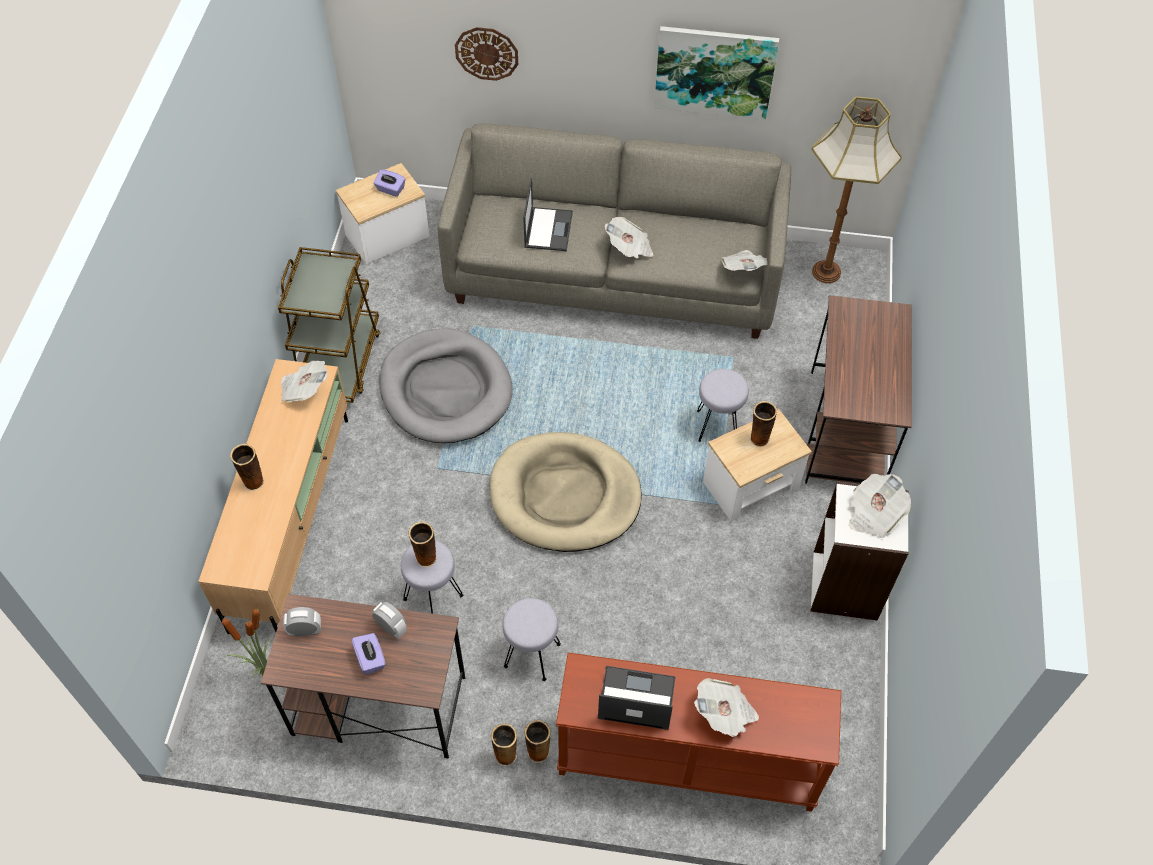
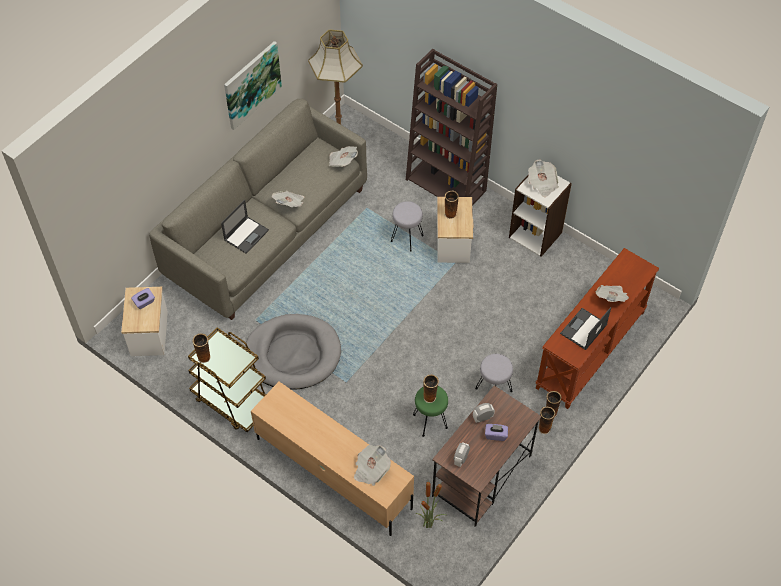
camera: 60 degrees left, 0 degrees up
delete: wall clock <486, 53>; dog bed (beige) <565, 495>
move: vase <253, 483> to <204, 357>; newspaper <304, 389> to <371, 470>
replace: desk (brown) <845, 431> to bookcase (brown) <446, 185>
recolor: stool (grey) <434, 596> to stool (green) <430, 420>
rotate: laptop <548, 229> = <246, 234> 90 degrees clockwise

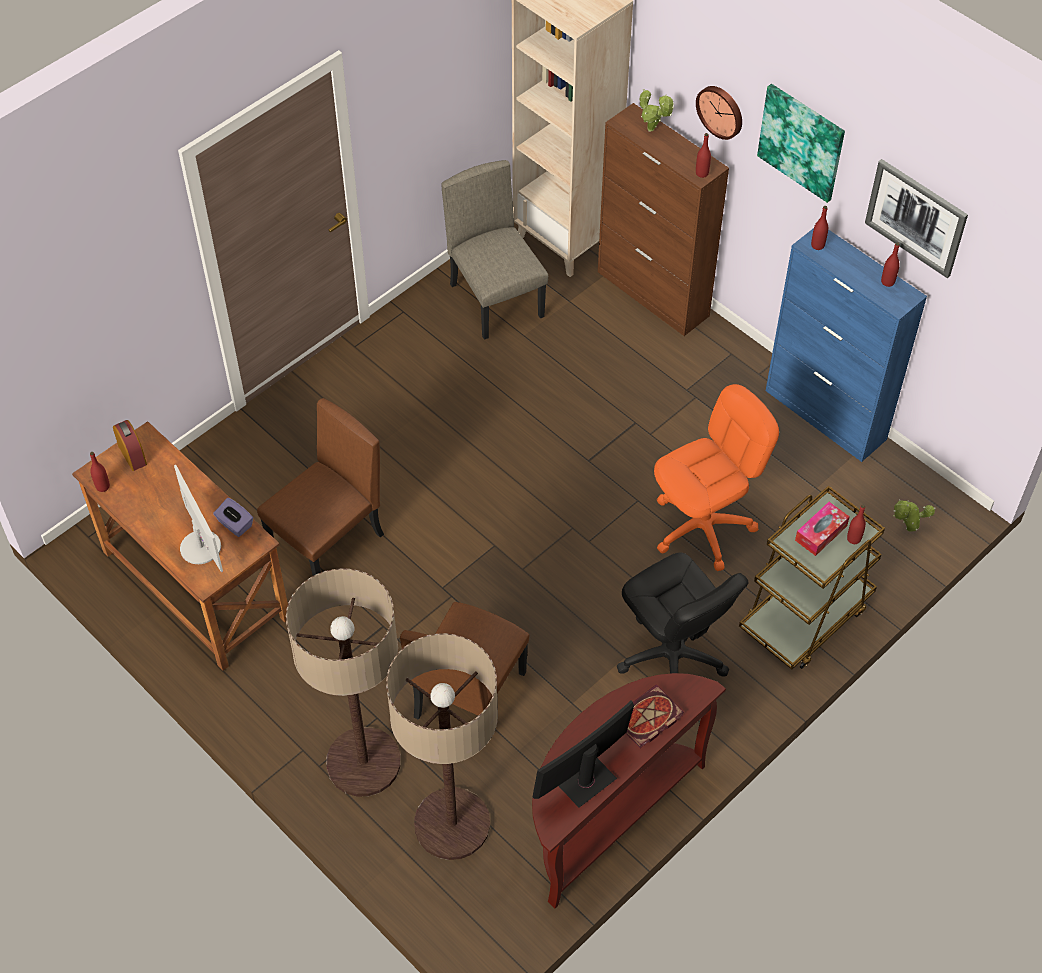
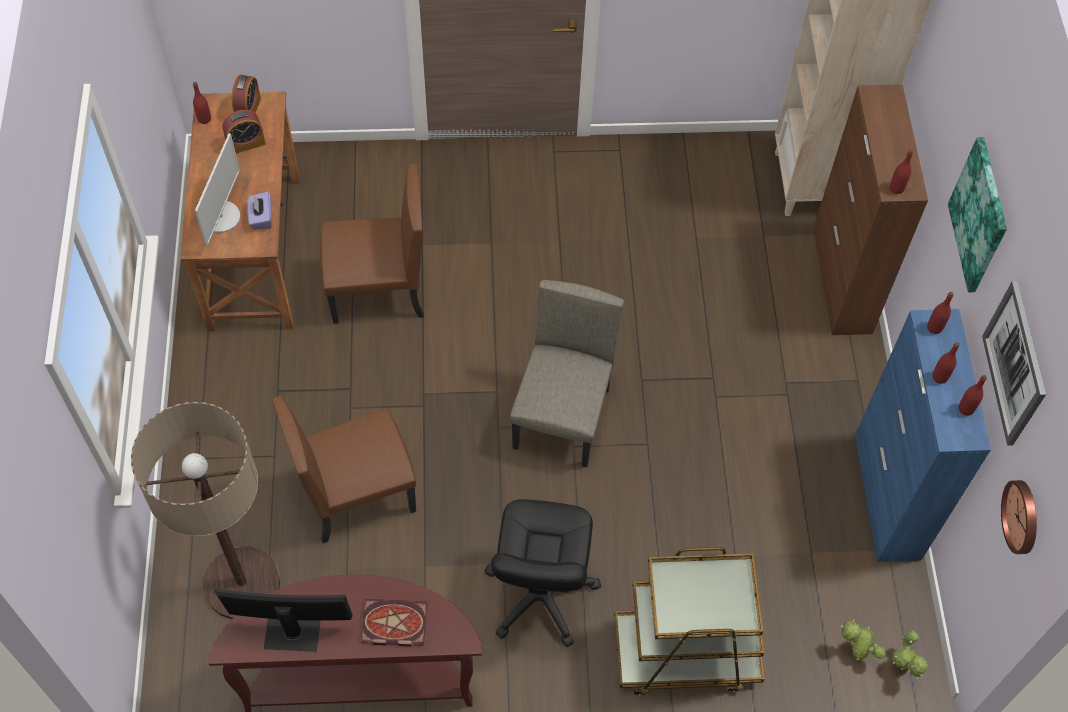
camera: 40 degrees right, 5 degrees up
delete: floor lamp <363, 762>; office chair (orange) <703, 527>; tissue box <821, 533>
insert: alarm clock <246, 144>
move: chair (beige) <497, 300> to <563, 418>; potted plant <653, 130> to <902, 667>; wall clock <721, 111> to <1023, 517>; bottle (red) <854, 539> to <939, 377>

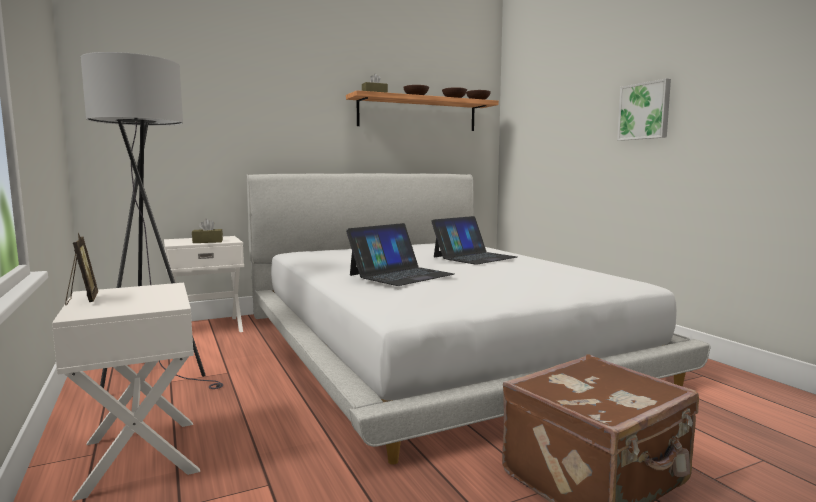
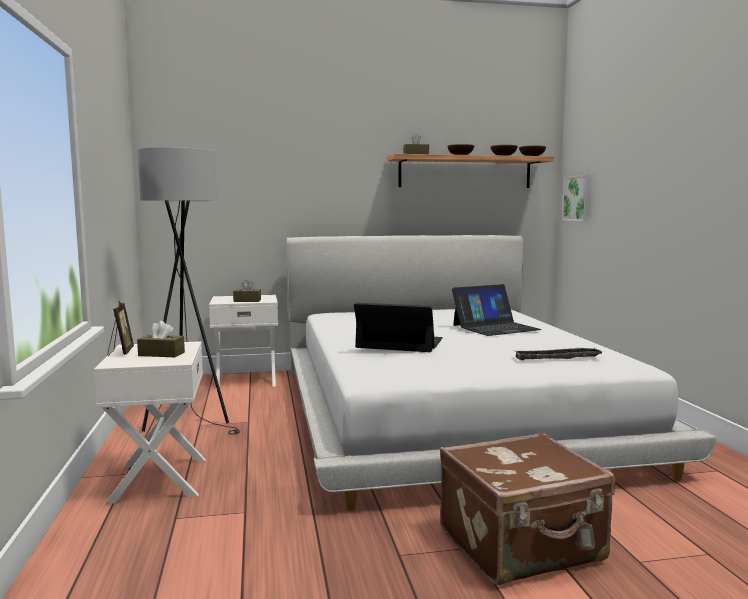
camera: 15 degrees right, 0 degrees up
insert: tissue box (brown) <161, 354>; tray <557, 358>
move: picture <645, 111> to <578, 198>
rotate: laptop <401, 274> = <400, 343> 135 degrees counterclockwise

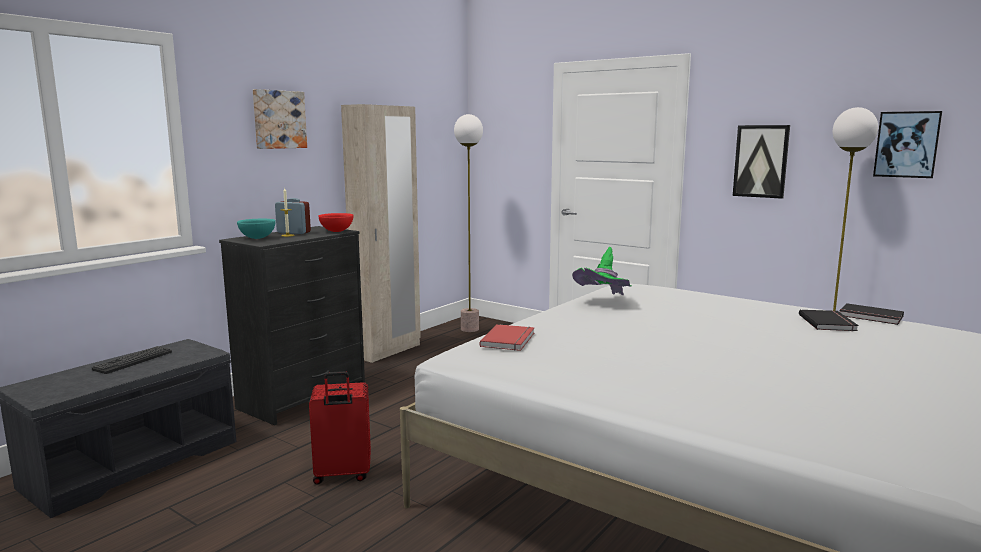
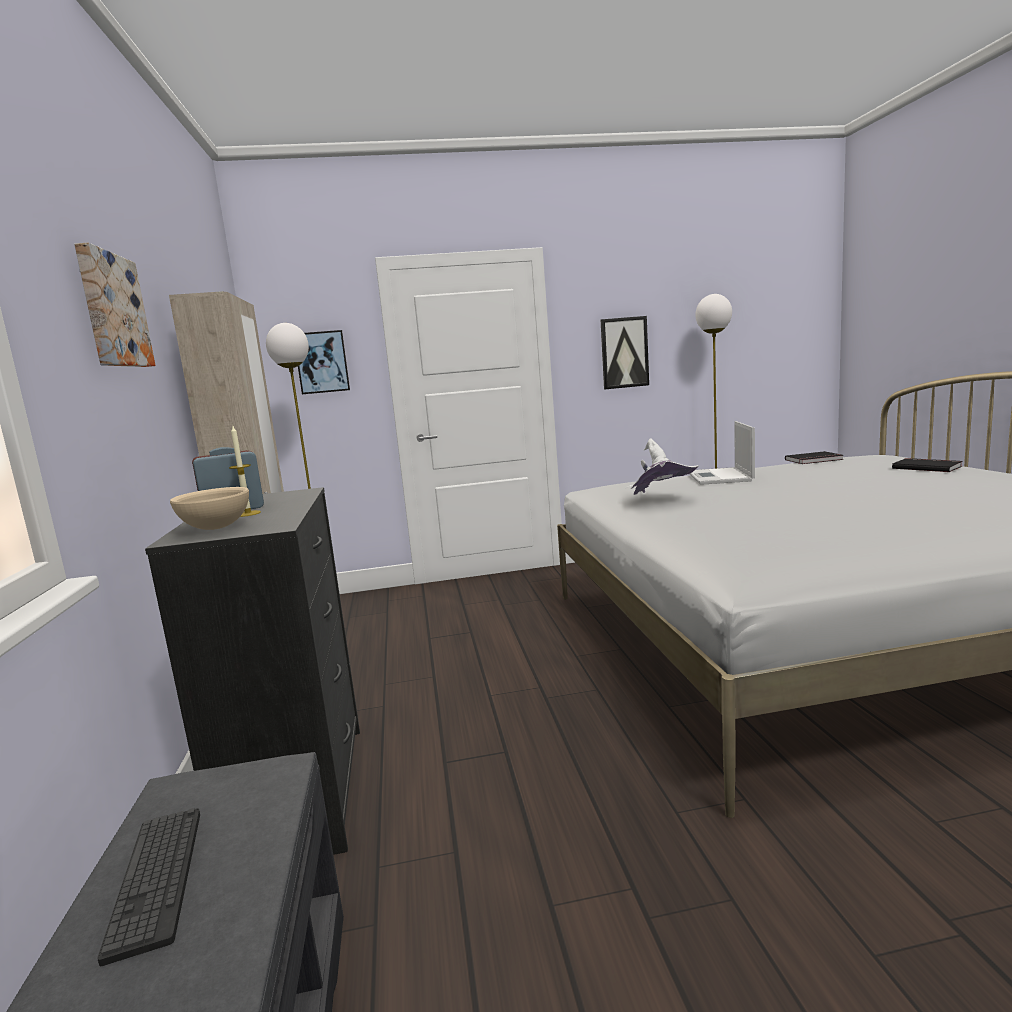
camera: 45 degrees left, 0 degrees up
delete: suitcase (red) <342, 475>; bowl (red) <336, 231>; book (red) <510, 340>
insert: laptop <720, 477>
move: book (black) <829, 322> to <927, 467>; picture <906, 144> to <322, 362>
recolor: bowl (turquoise) <257, 238> to bowl (beige) <216, 527>; hat (green) <604, 303> to hat (white) <660, 501>

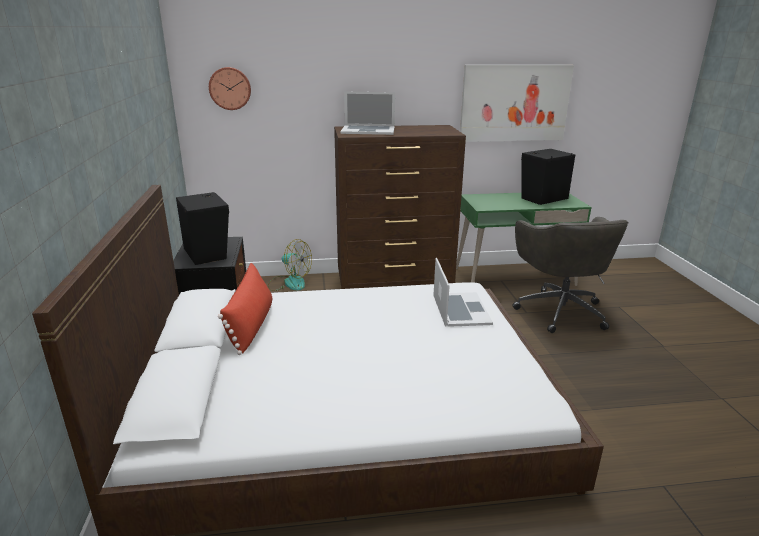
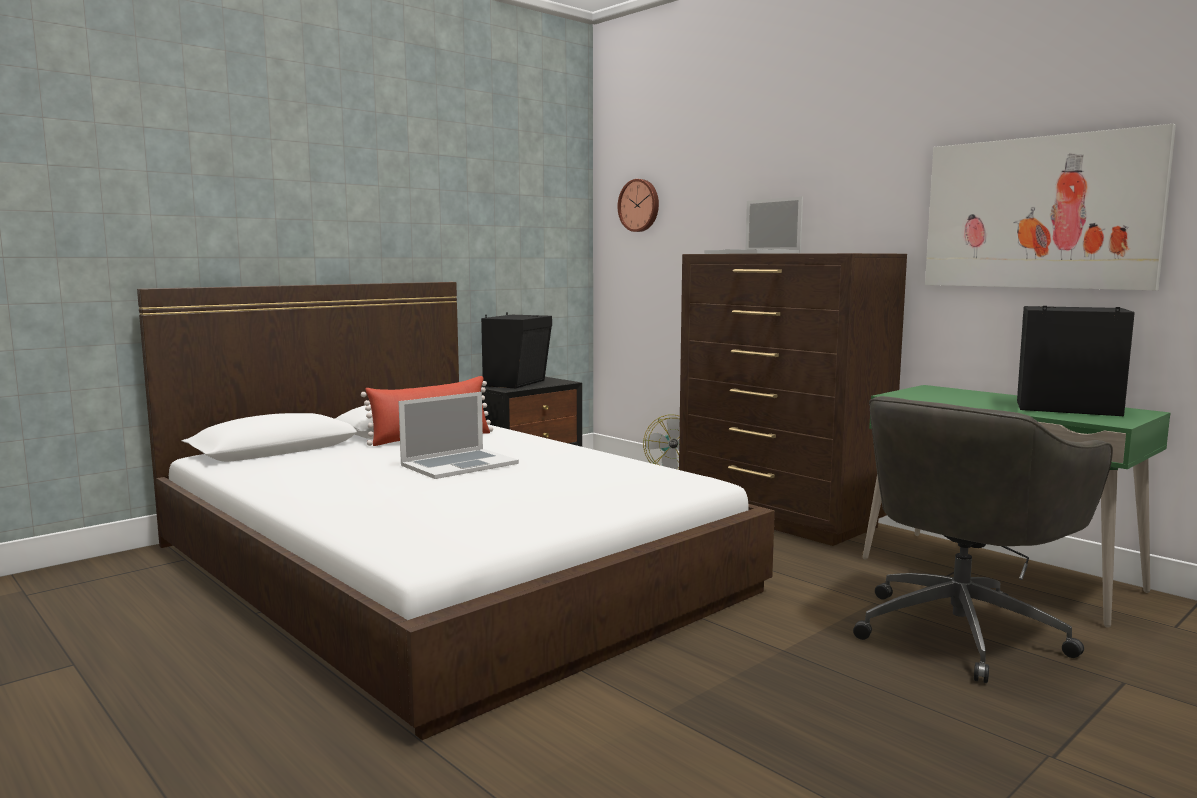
camera: 55 degrees right, 15 degrees down
move: laptop <460, 309> to <459, 464>

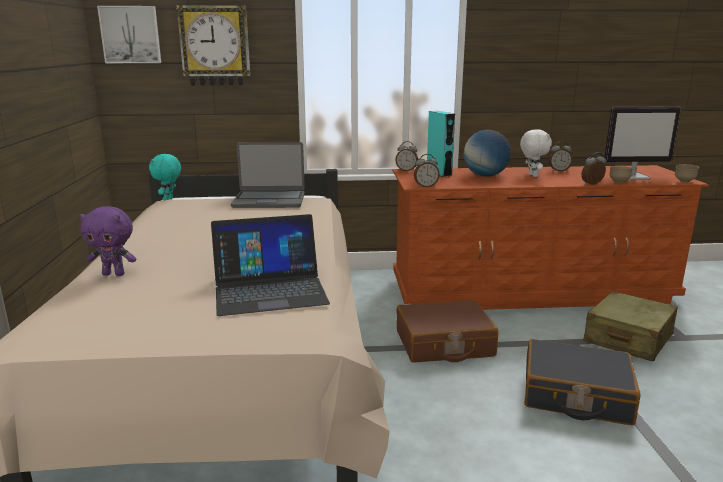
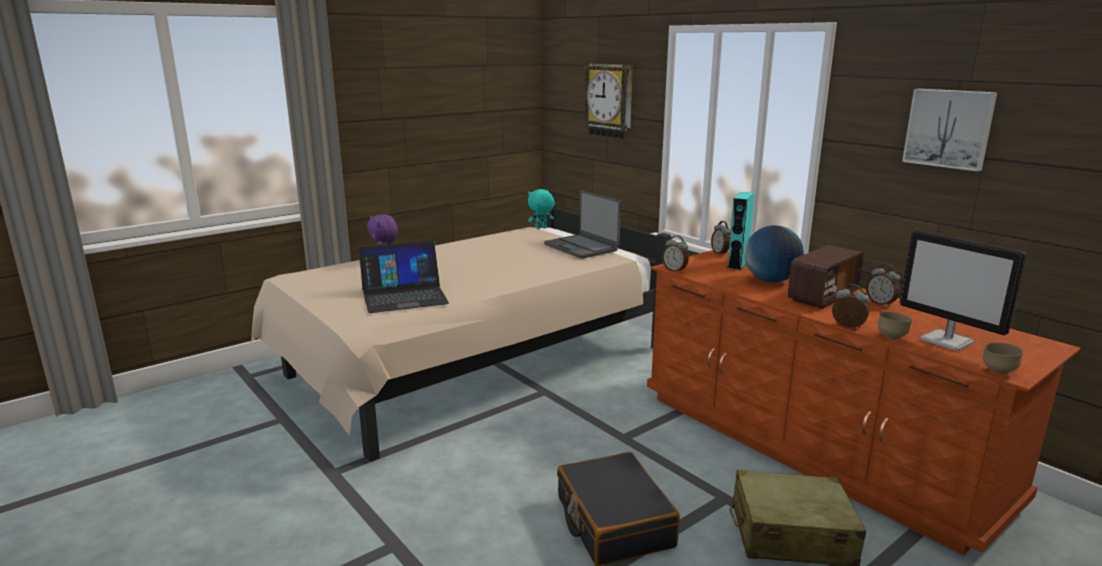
camera: 55 degrees right, 0 degrees up
delete: suitcase (brown) <444, 344>
move: picture <131, 35> to <949, 128>
replace: plush toy (white) <532, 175> to radio <822, 296>
rotate: laptop <269, 290> = <404, 296> 60 degrees counterclockwise

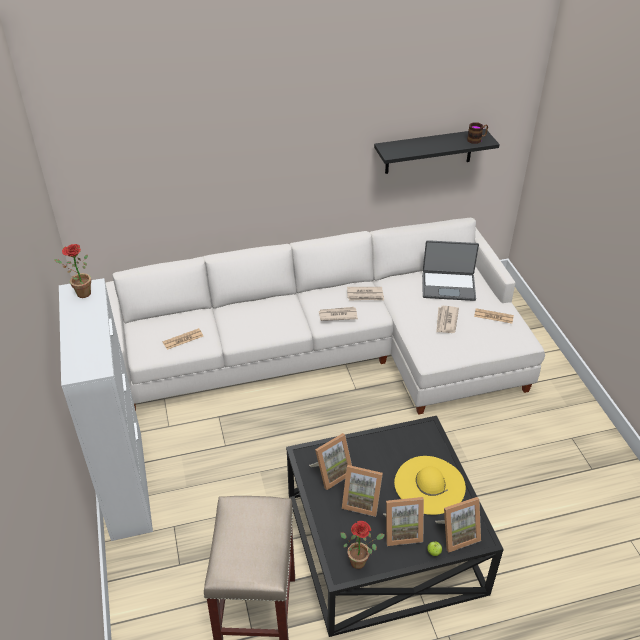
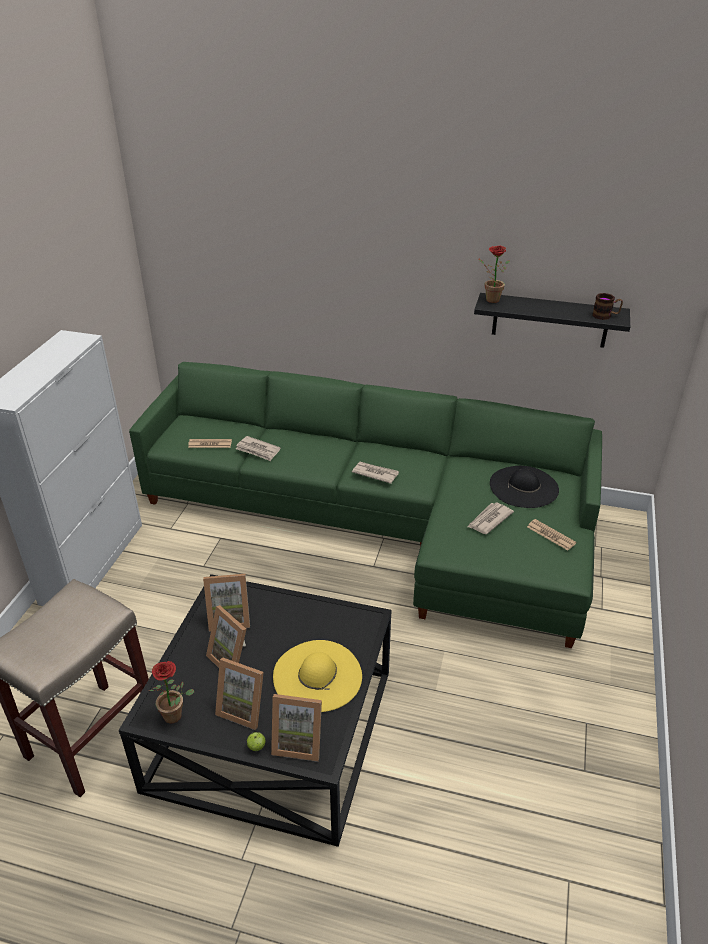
camera: 30 degrees right, 5 degrees down
move: potted plant <80, 293> to <489, 299>; newspaper <365, 295> to <258, 450>
replace: laptop <448, 286> to hat (black) <523, 486>
recolor: sofa (white) <336, 350> to sofa (green) <385, 521>

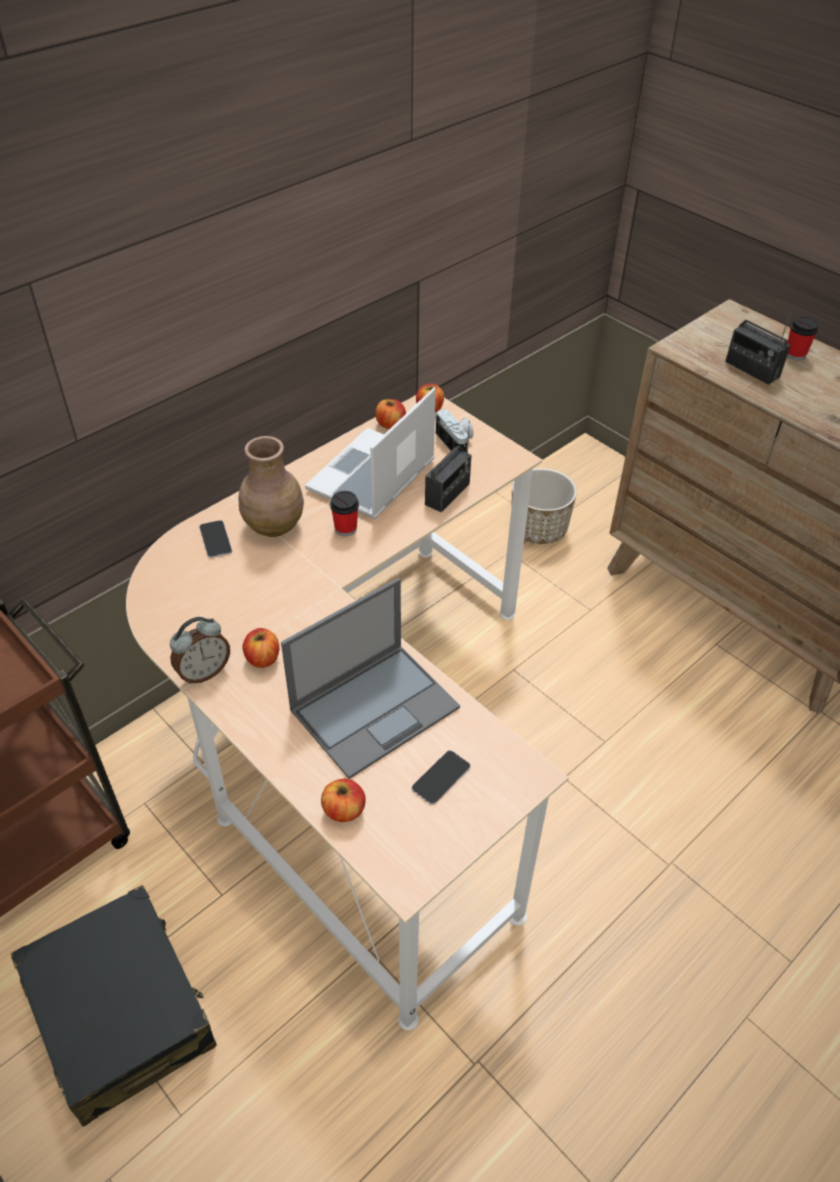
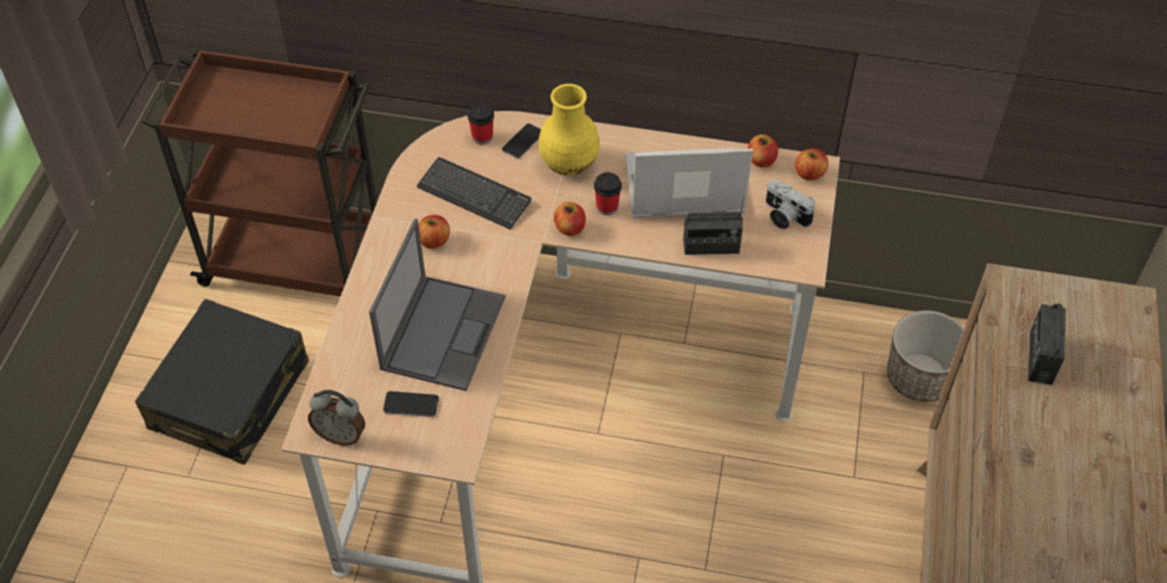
camera: 55 degrees right, 5 degrees up
insert: keyboard <474, 195>
move: alarm clock <204, 672> to <341, 435>; apple <344, 810> to <570, 228>; cup <795, 355> to <482, 137>
recolor: vase (brown) <274, 525> to vase (yellow) <570, 164>
rotate: laptop <376, 707> = <443, 331> 90 degrees counterclockwise; photo camera <457, 442> = <784, 216> 105 degrees clockwise

